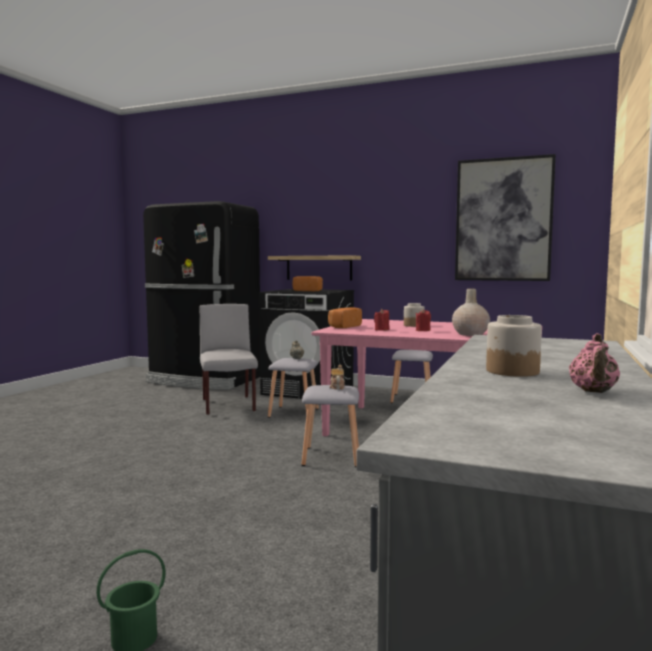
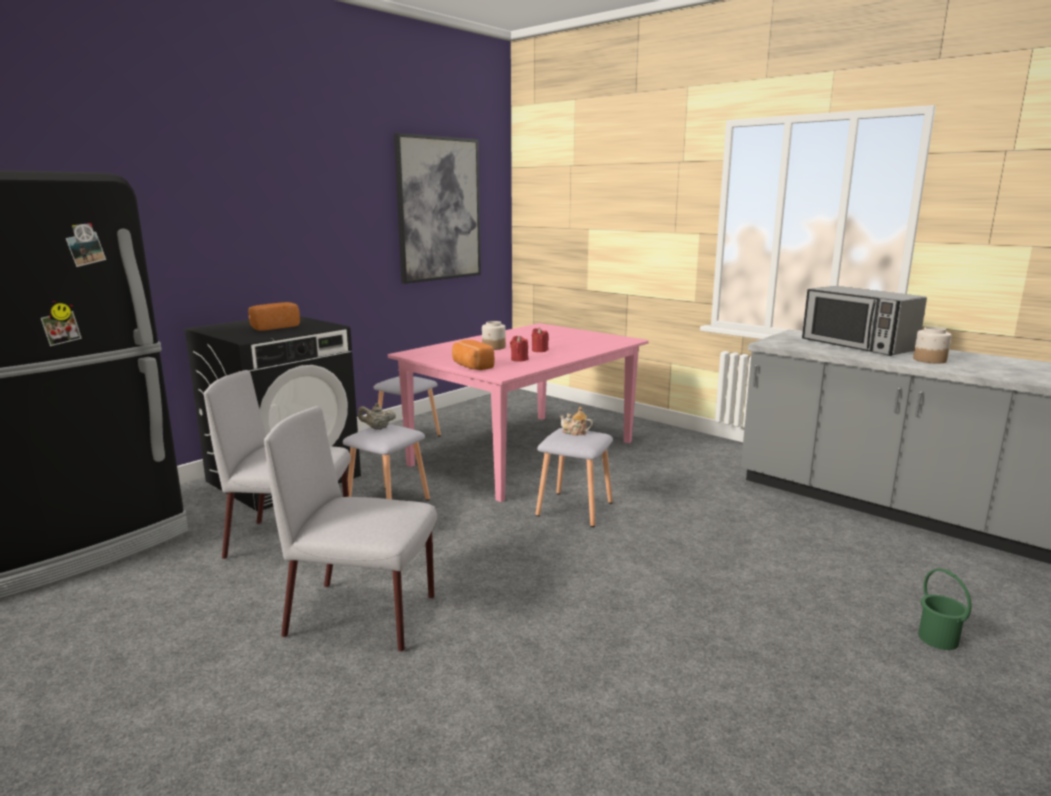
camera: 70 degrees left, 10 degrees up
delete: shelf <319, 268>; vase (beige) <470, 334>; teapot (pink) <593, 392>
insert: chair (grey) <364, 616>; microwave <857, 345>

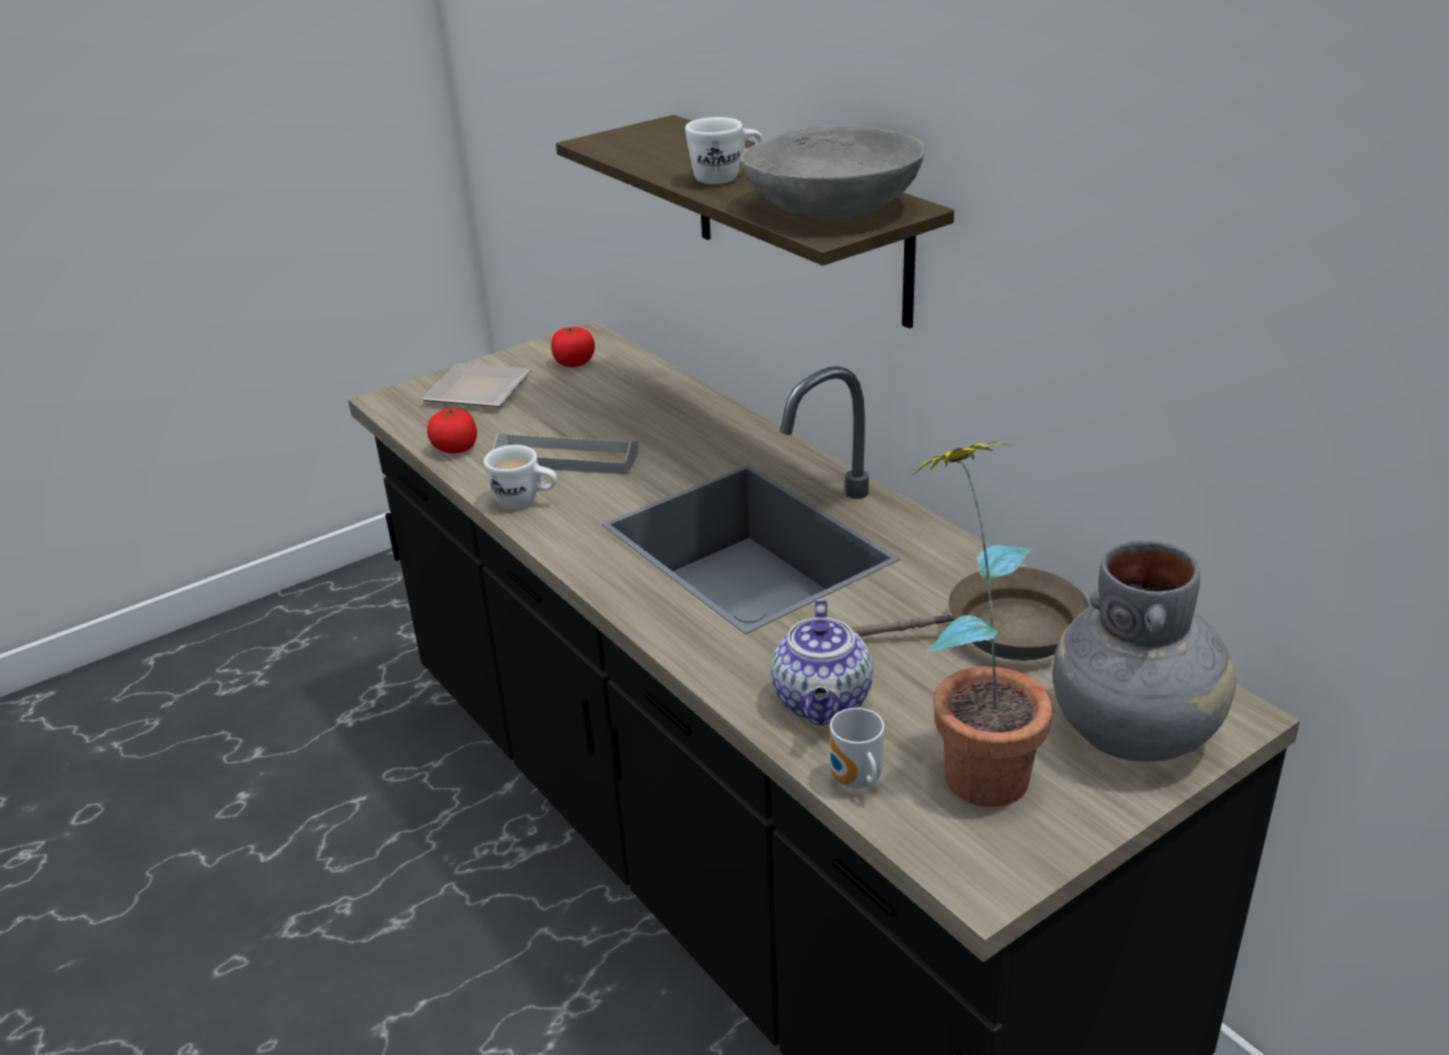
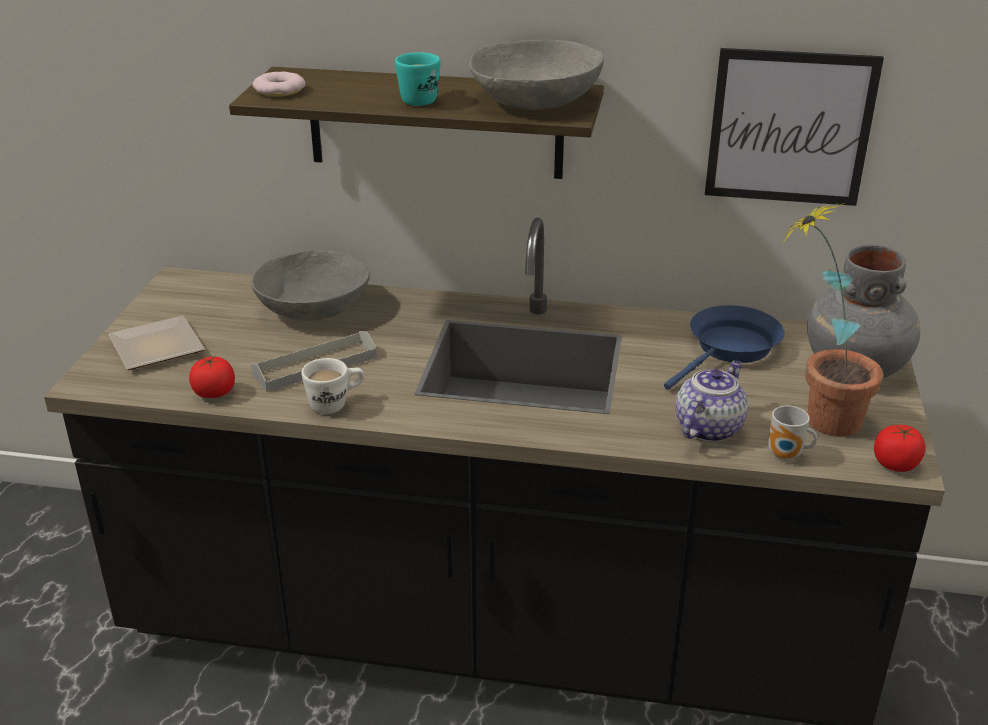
camera: 45 degrees left, 0 degrees up
insert: bowl (grey) <313, 308>; donut <280, 90>; picture <789, 127>
move: tomato <574, 363> to <895, 464>
recolor: mug (white) <726, 178> to mug (turquoise) <423, 99>; frying pan (brown) <1002, 631> to frying pan (blue) <730, 349>
rotate: teapot <823, 703> = <708, 427> 105 degrees counterclockwise

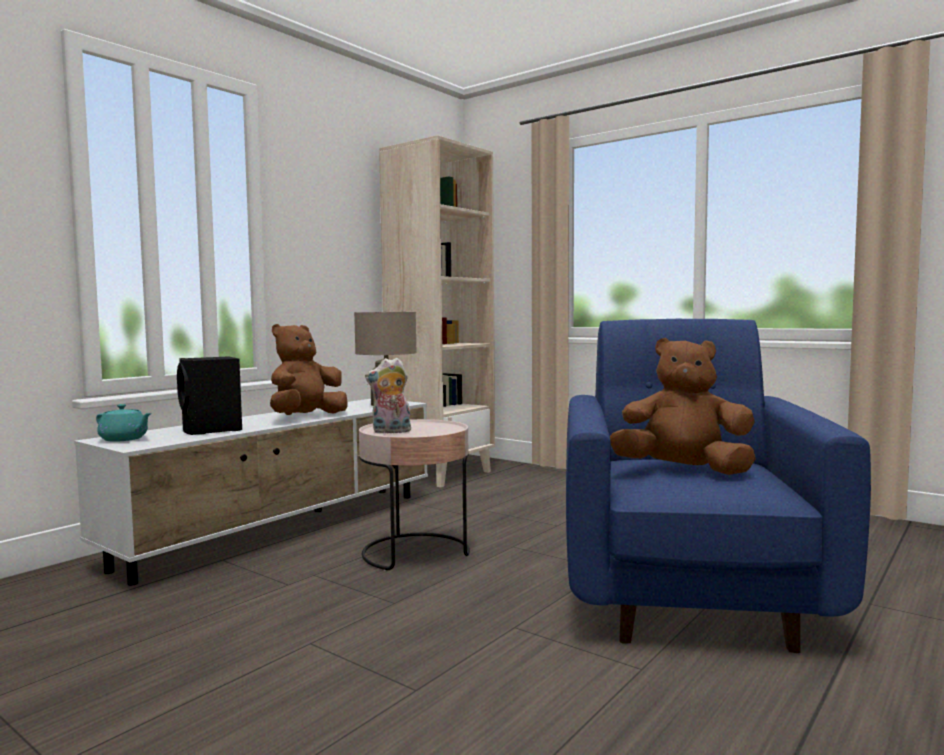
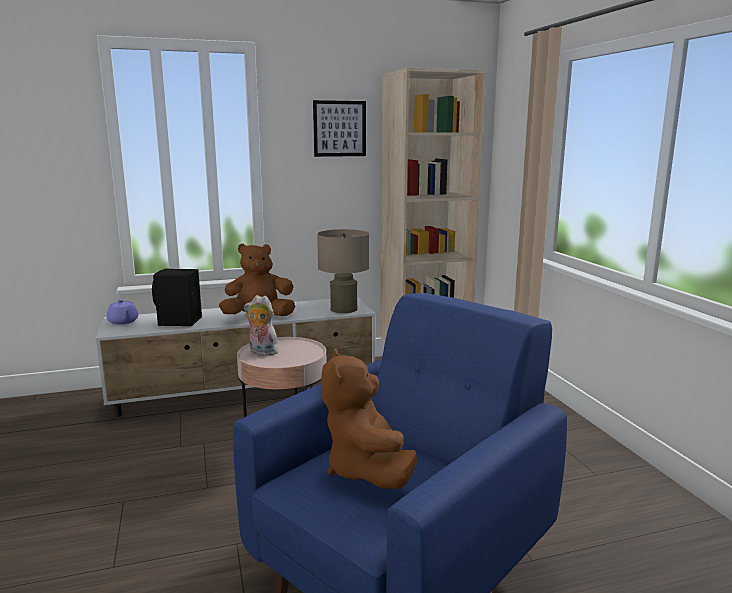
camera: 35 degrees right, 10 degrees up
insert: picture <339, 128>
recolor: teapot (turquoise) <124, 439> to teapot (purple) <123, 322>
rotate: plush toy (brown) <683, 471> = <366, 470> 150 degrees counterclockwise

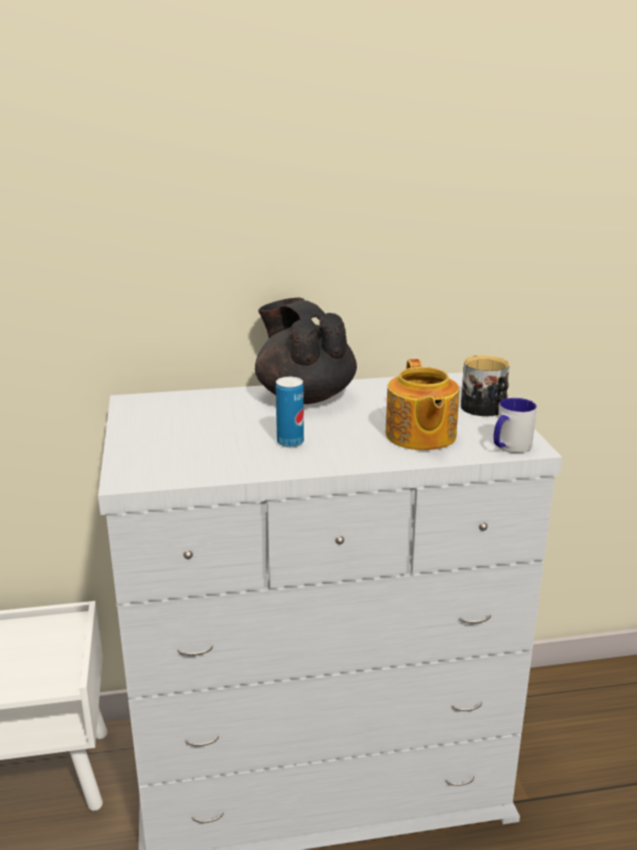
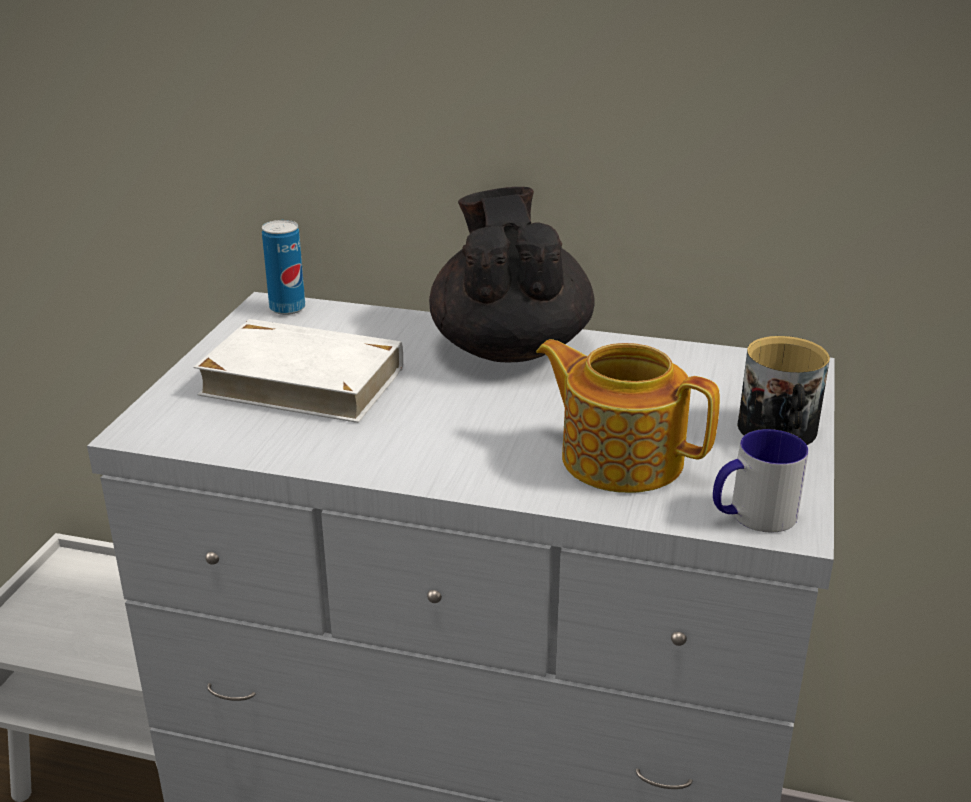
camera: 25 degrees right, 5 degrees up
insert: book (white) <302, 381>
move: can <290, 442> to <287, 308>
rotate: teapot <420, 436> = <620, 458> 105 degrees clockwise

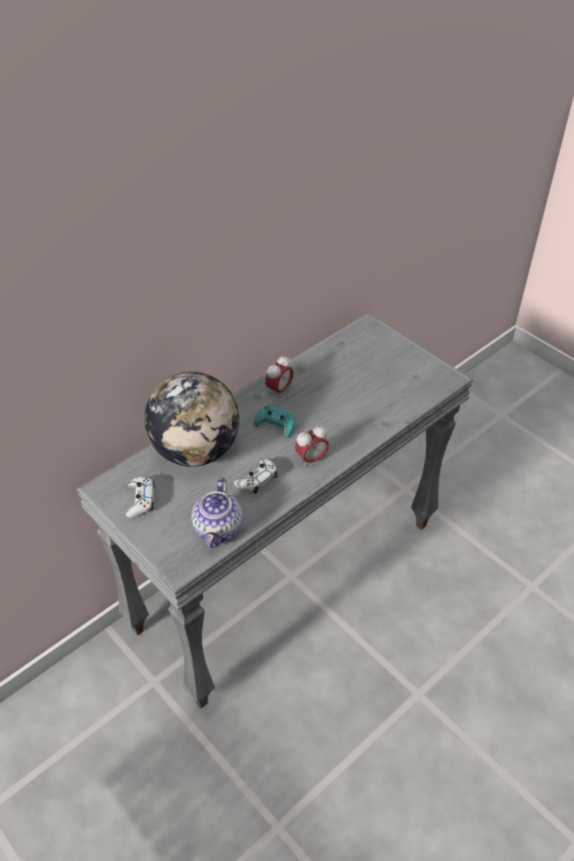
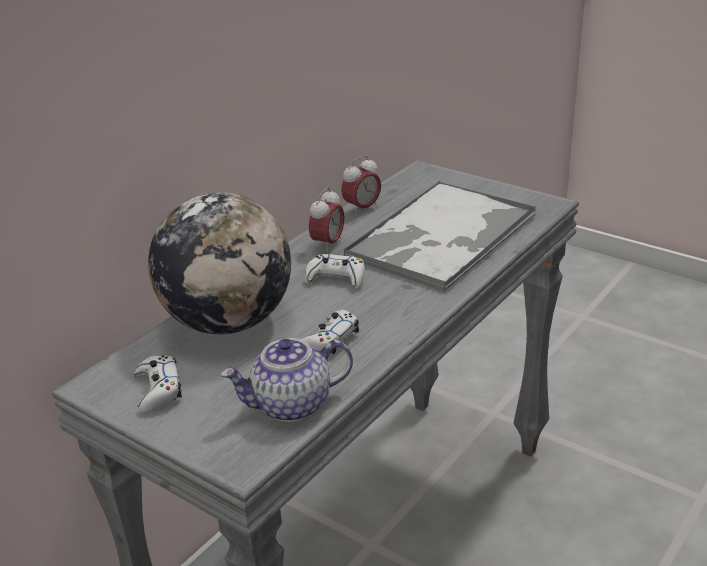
camera: 10 degrees left, 15 degrees down
insert: tray <441, 237>
move: alarm clock <311, 459> to <362, 209>
recolor: game controller (turquoise) <276, 425> to game controller (white) <336, 279>
rotate: teapot <219, 529> = <291, 405> 75 degrees clockwise

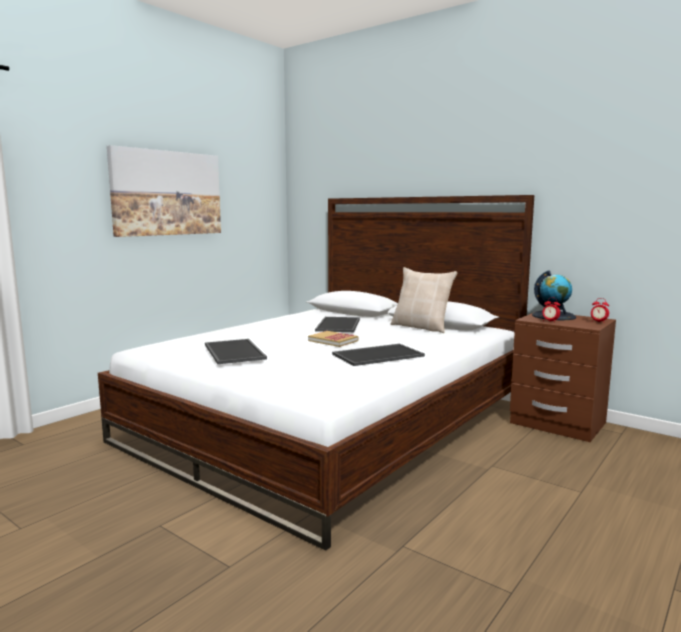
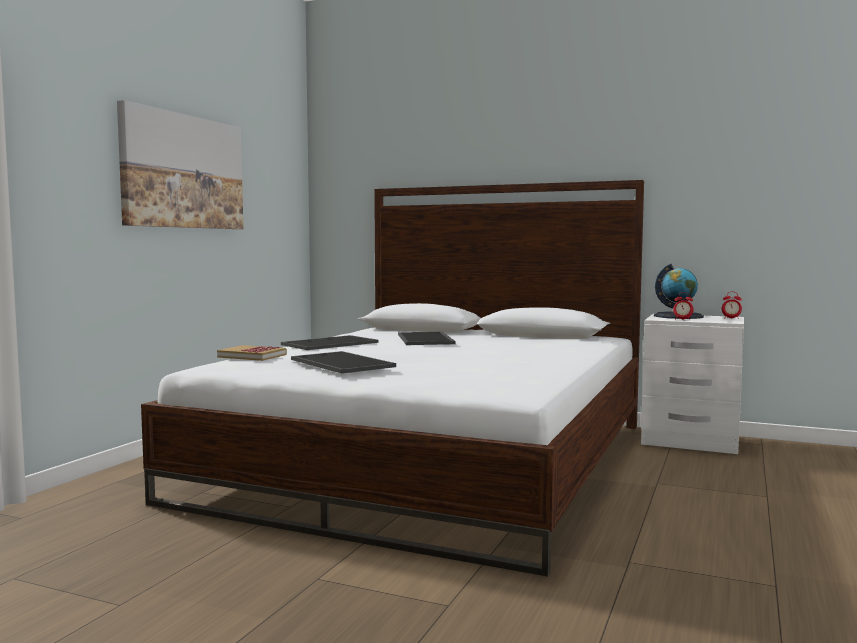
camera: 15 degrees left, 5 degrees down
delete: pillow (beige) <421, 327>
move: book <333, 341> to <252, 356>; tray <378, 355> to <330, 343>
recolor: nightstand (brown) <557, 423> to nightstand (white) <690, 441>

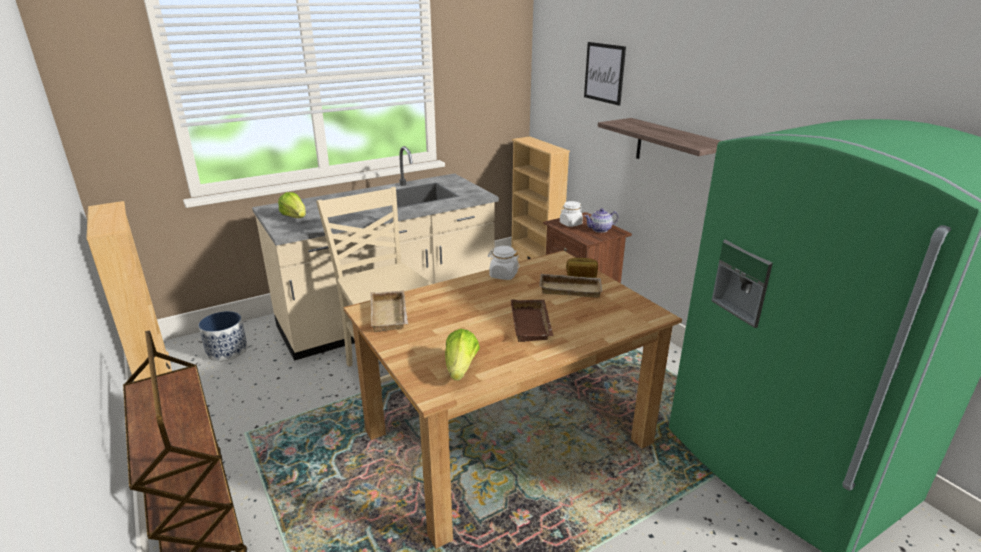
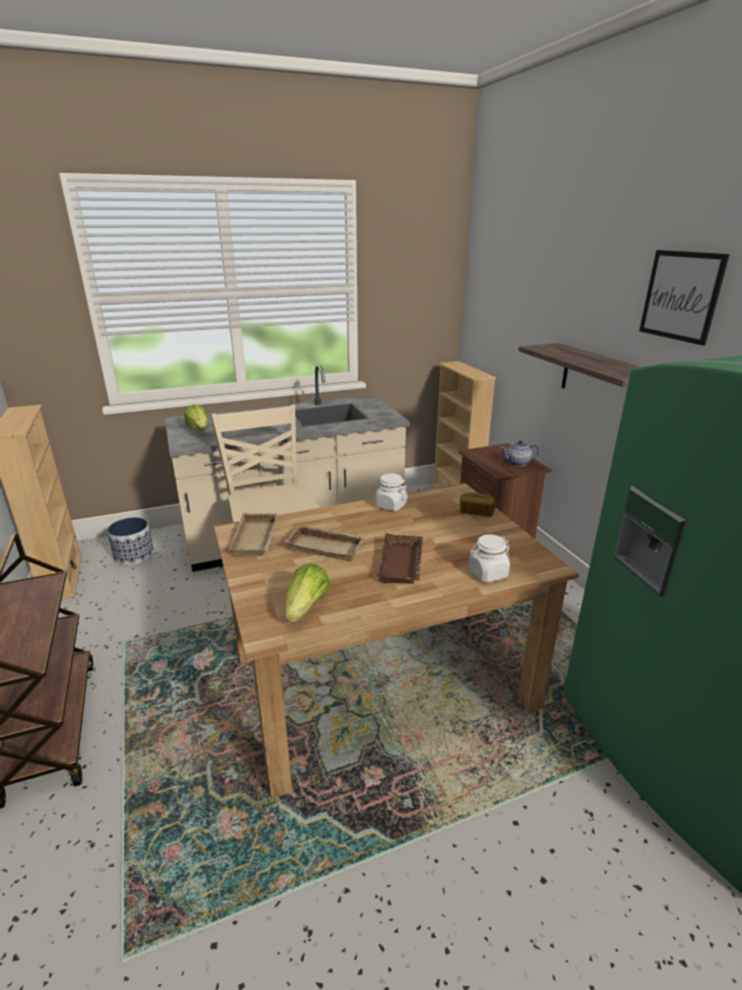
camera: 10 degrees right, 0 degrees up
move: tray (beige) <571, 289> to <327, 546>; jar (white) <570, 224> to <487, 573>; picture <604, 73> to <681, 296>

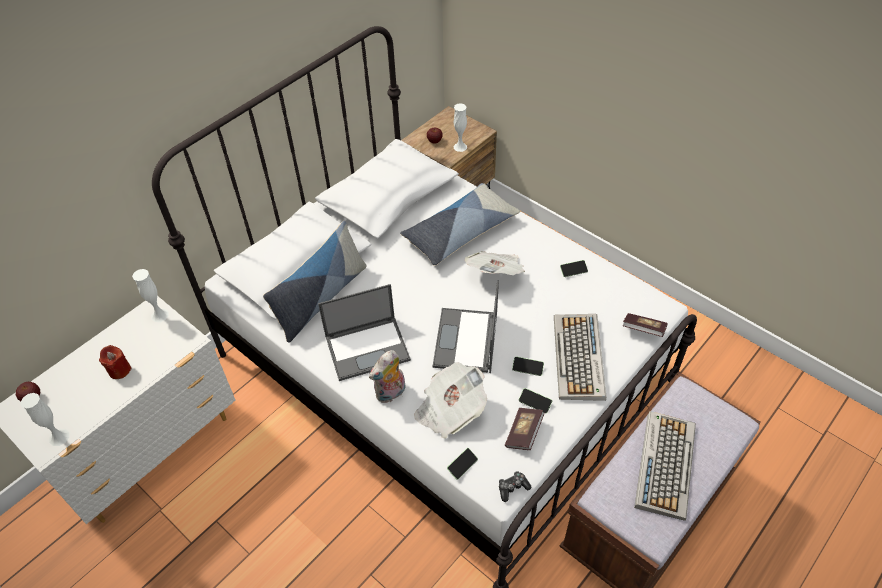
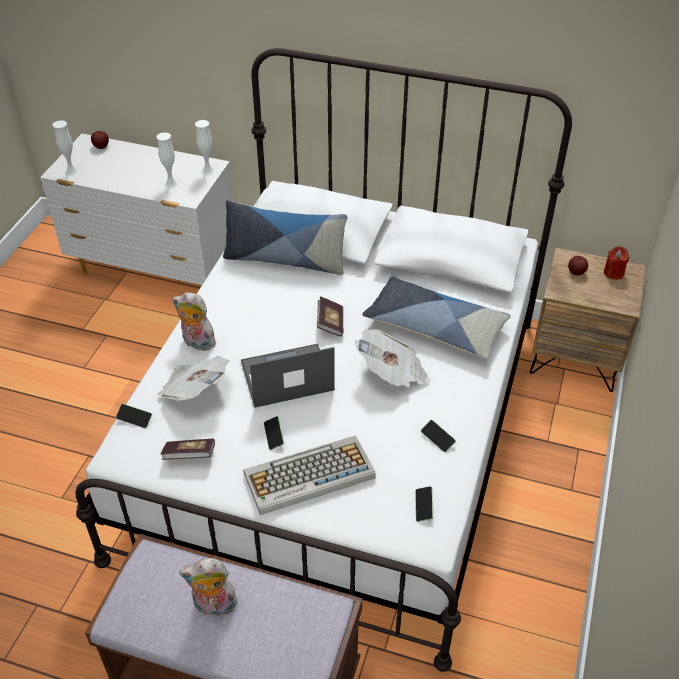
camera: 65 degrees right, 5 degrees down
delete: laptop <368, 347>; game controller <512, 488>
move: candle (red) <119, 370> to <613, 273>; vase (white) <460, 147> to <171, 185>; phone <535, 403> to <423, 507>; book <643, 330> to <330, 323>
replace: keyboard <664, 464> to plush toy <213, 606>

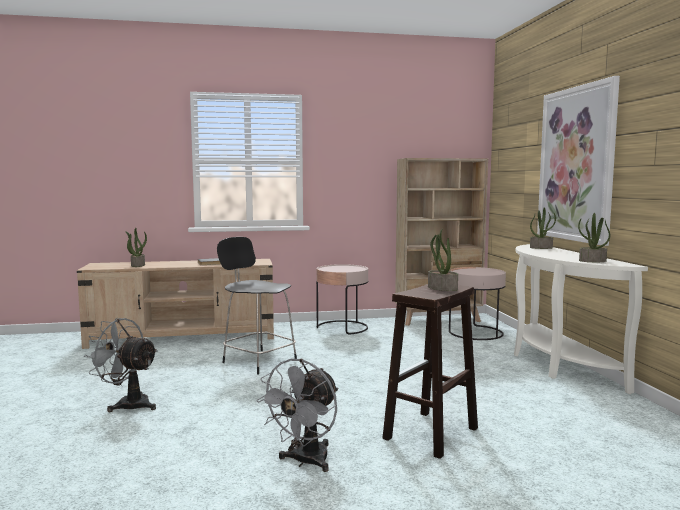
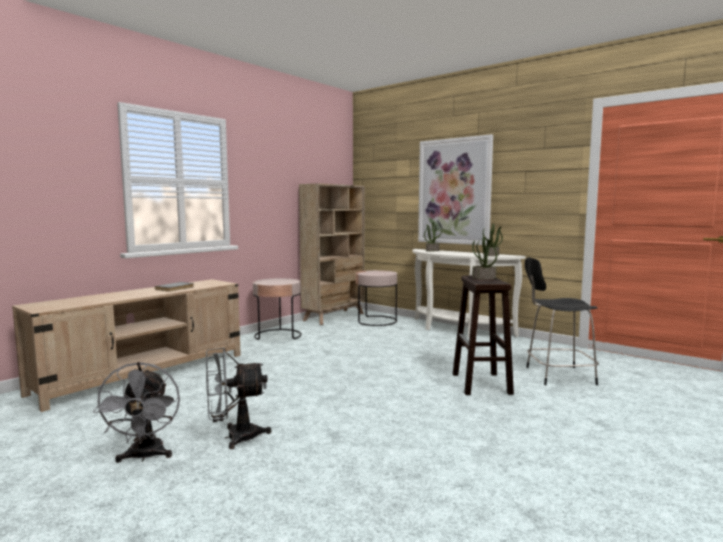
camera: 40 degrees left, 0 degrees up
delete: potted plant <137, 265>
move: stool (black) <258, 361> to <557, 375>; fan (grey) <305, 462> to <144, 457>

